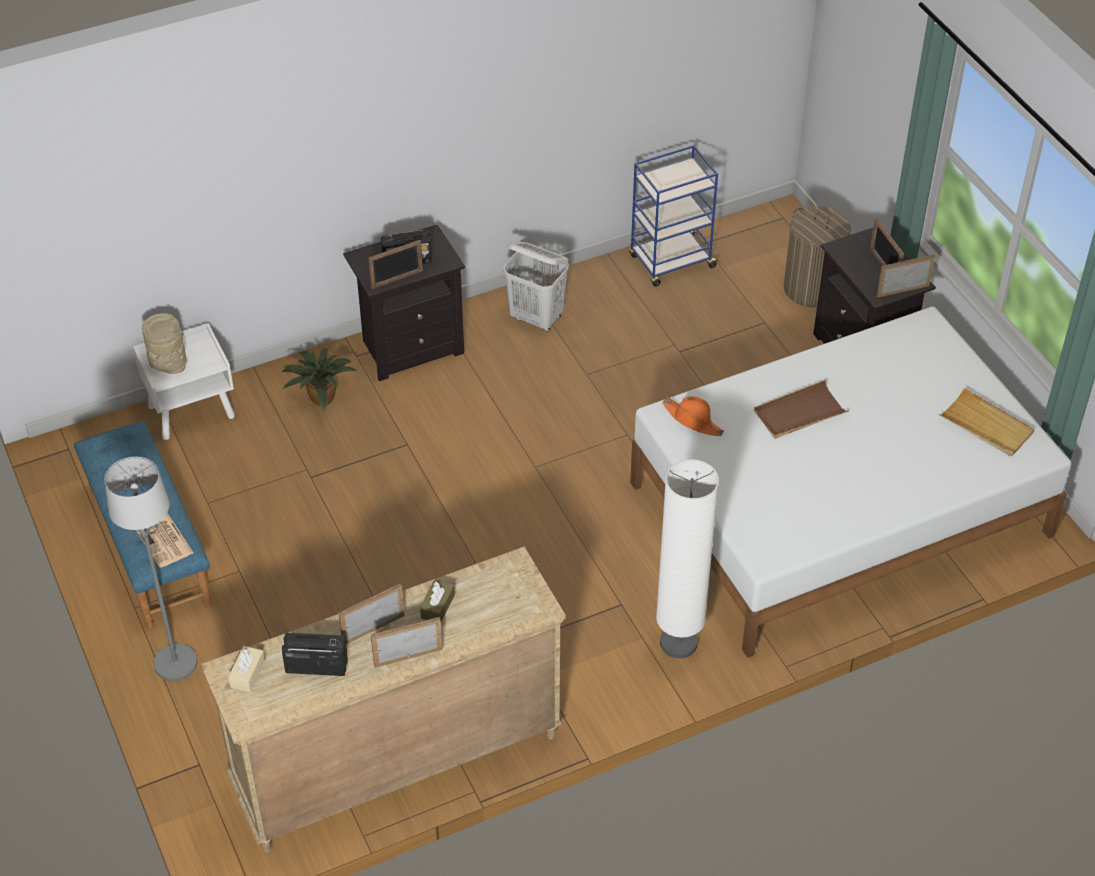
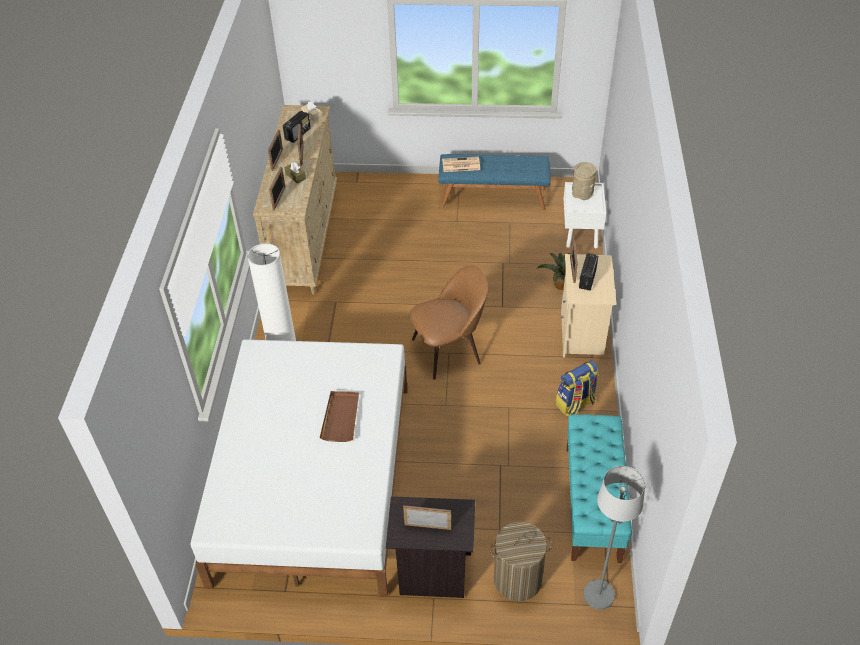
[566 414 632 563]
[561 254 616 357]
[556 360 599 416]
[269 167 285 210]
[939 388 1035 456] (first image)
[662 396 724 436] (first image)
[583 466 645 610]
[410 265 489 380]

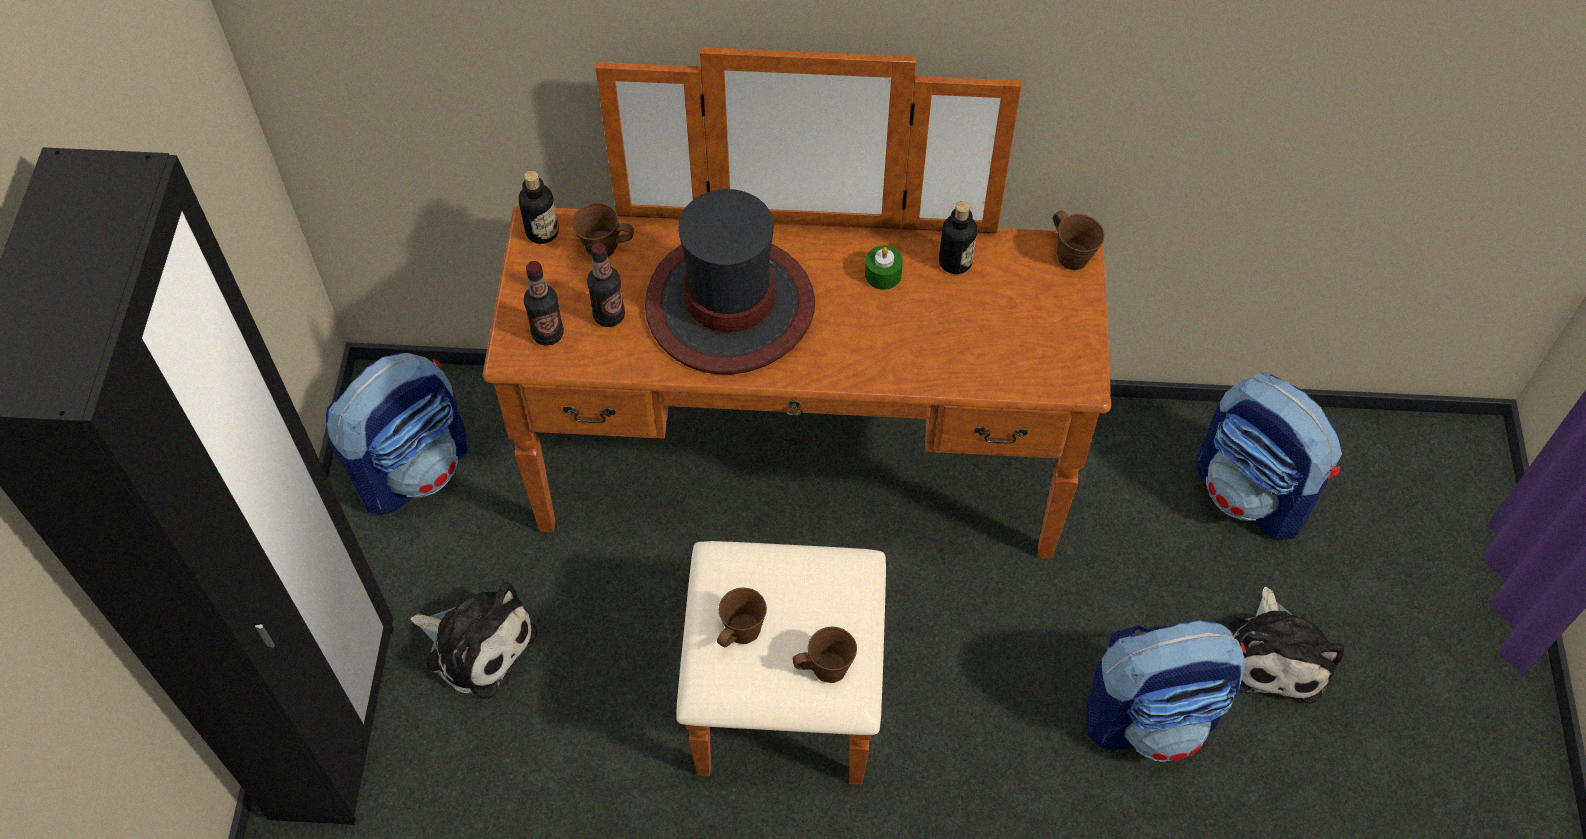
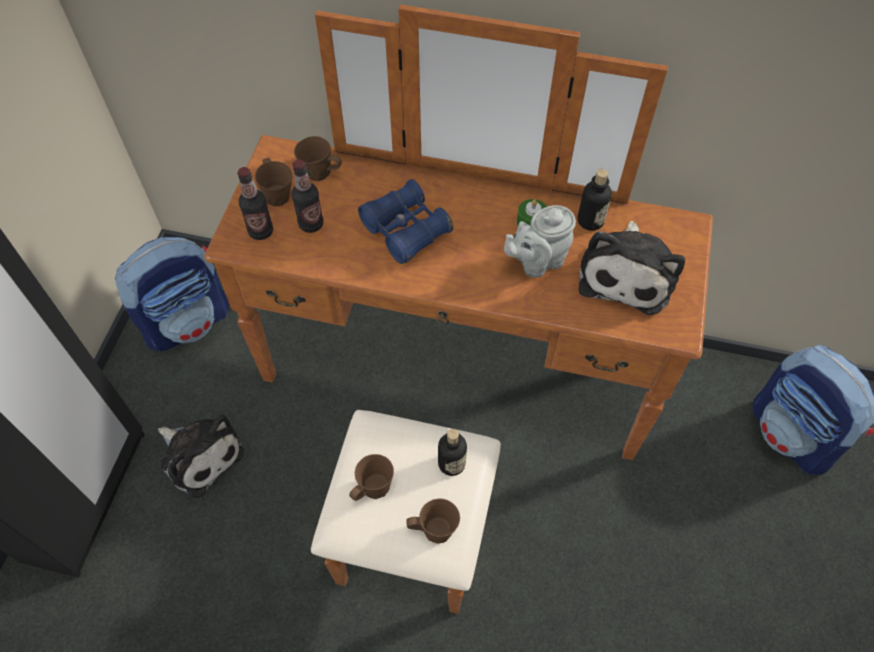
[438 429 467 476]
[358 179 453 264]
[255 158 292 206]
[579 221 685 315]
[1087 620 1246 762] (first image)
[504 205 576 277]

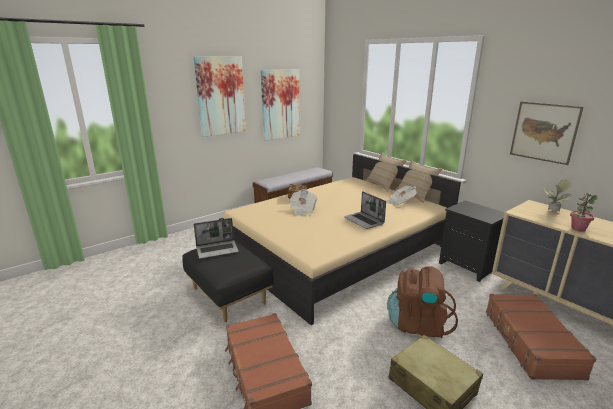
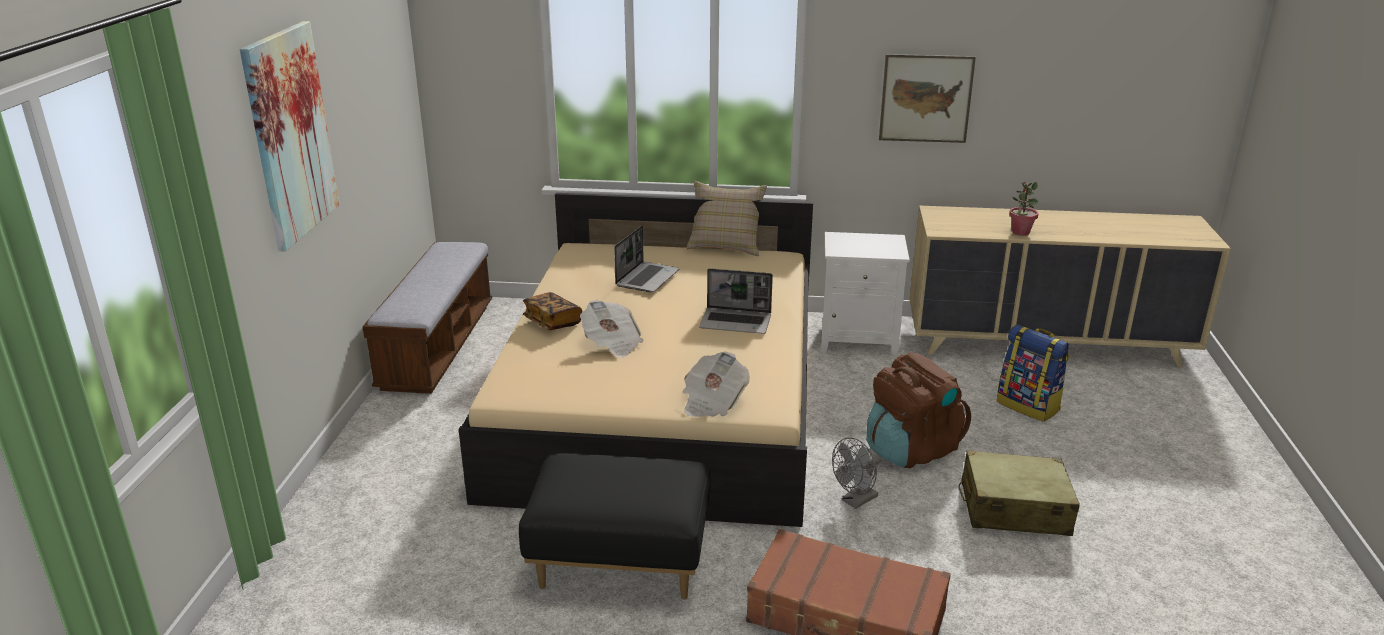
[261 69 300 141] (first image)
[366 153 406 191] (first image)
[544 179 572 212] (first image)
[683 352 750 417]
[821 232 910 356]
[614 225 680 292]
[997 325 1069 422]
[832 437 881 509]

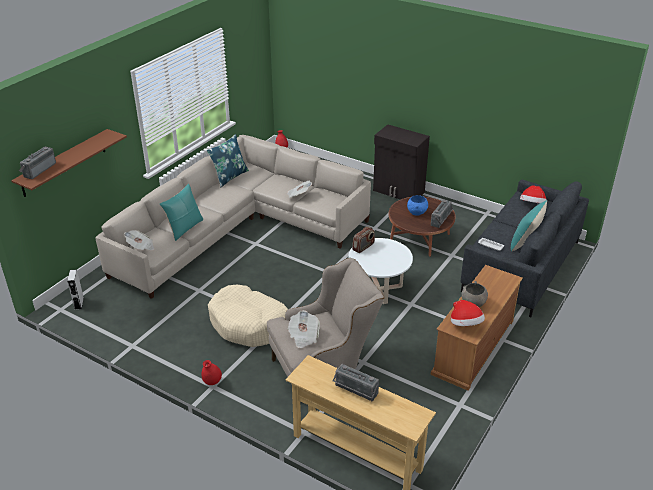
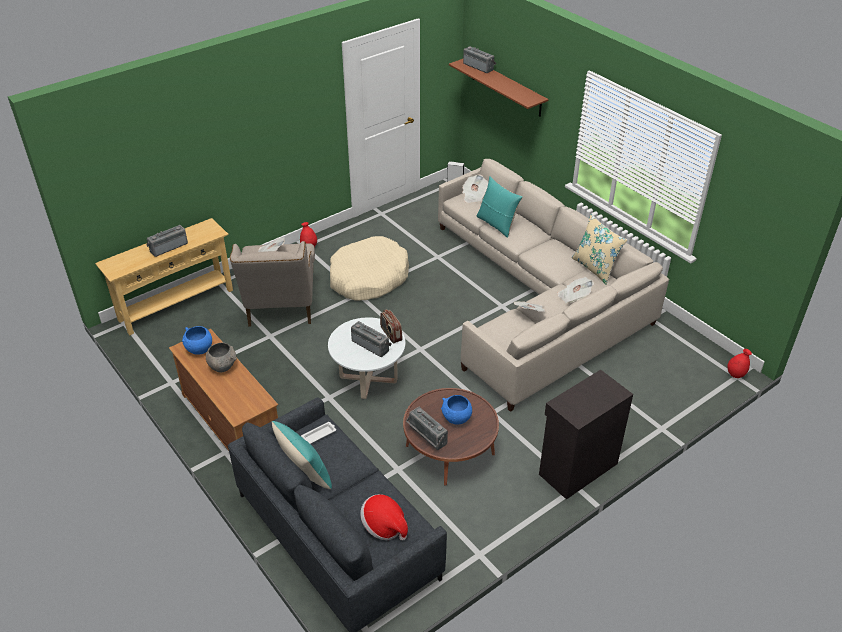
[571 214 627 285]
[182 326 212 355]
[557 277 594 304]
[351 321 392 357]

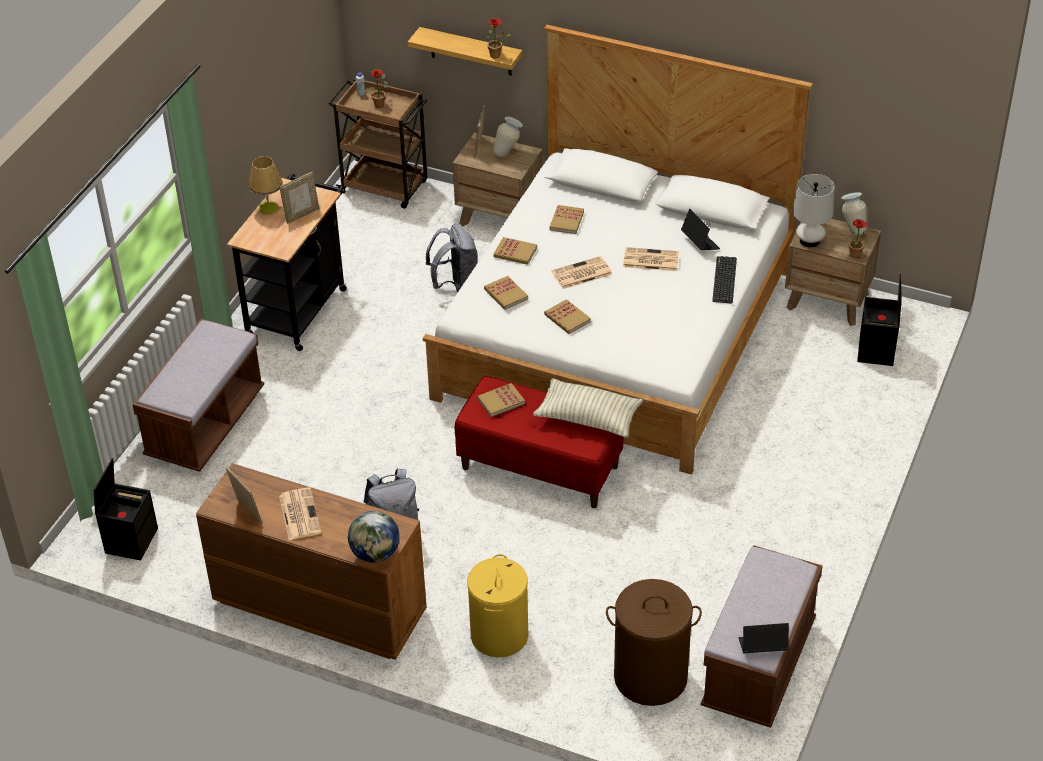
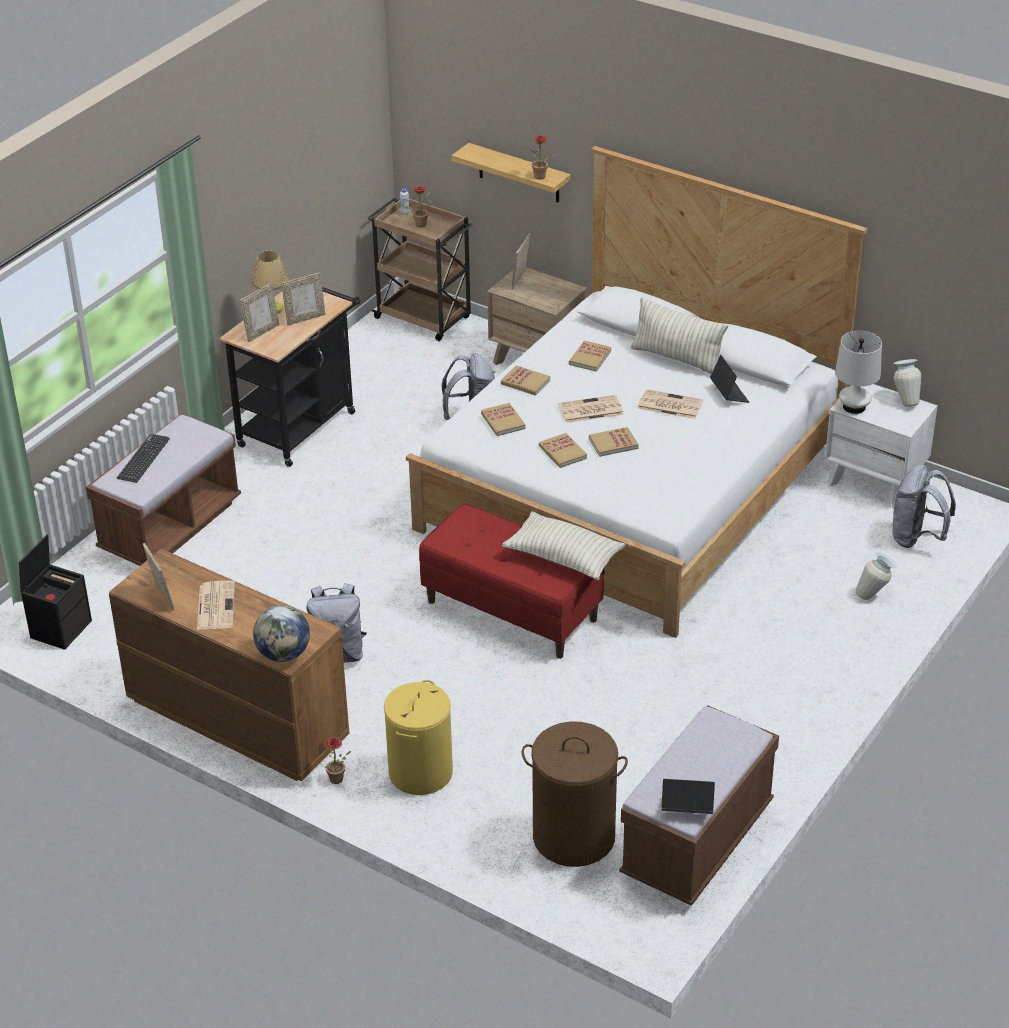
[856 552 897 600]
[825 384 938 509]
[324 737 351 784]
[117 434 170 483]
[892 464 956 548]
[589 427 639 457]
[240 283 279 342]
[630 297 728 375]

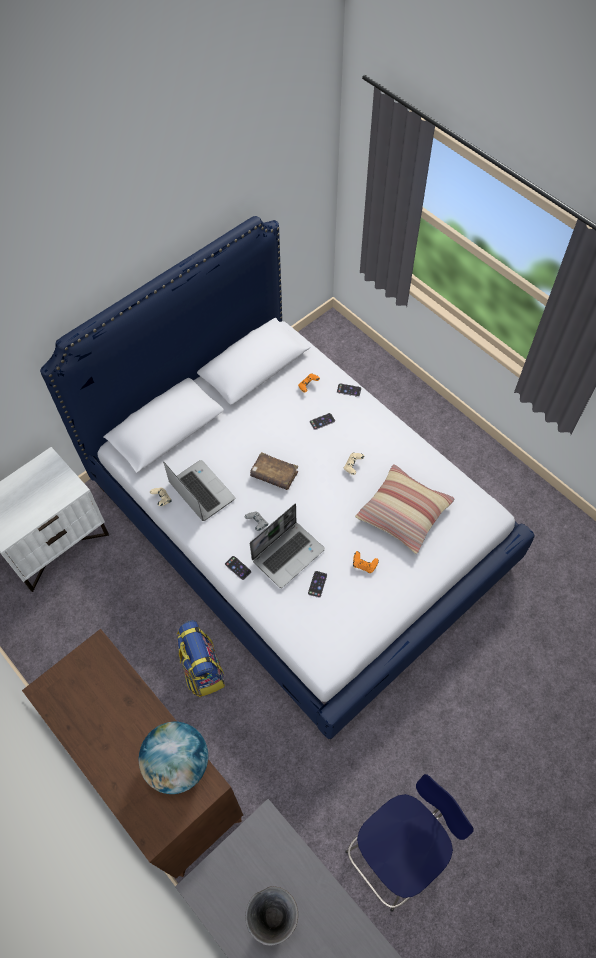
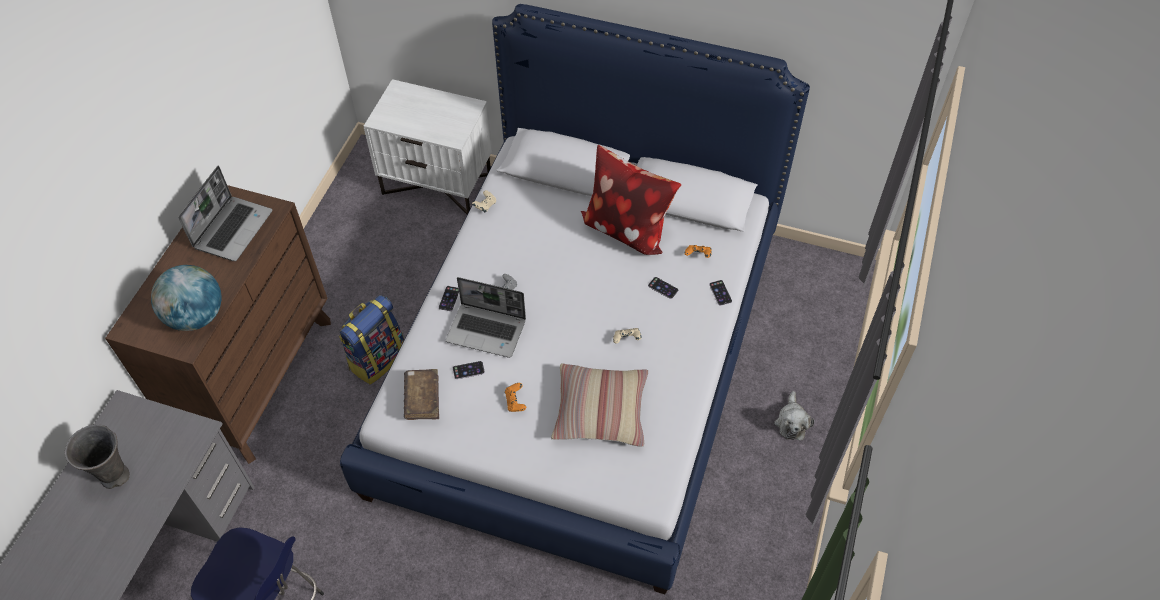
[404 369 439 420]
[178 166 272 261]
[581 145 681 255]
[774 391 814 440]

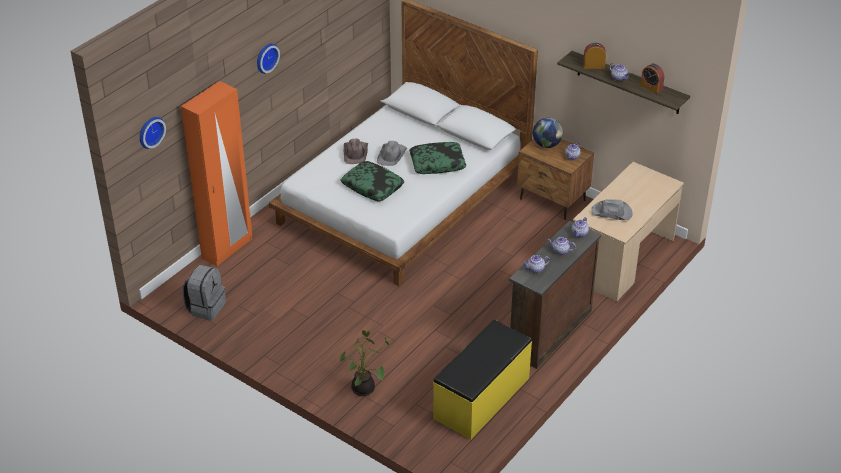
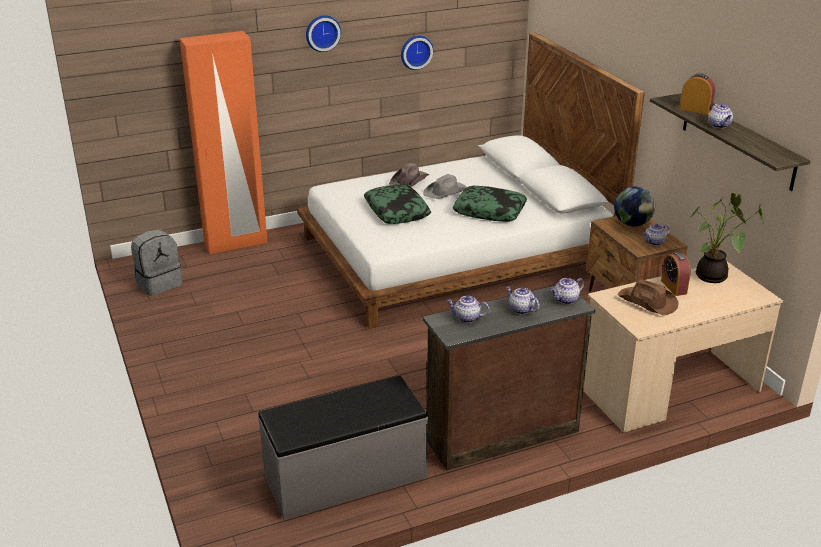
[661 252 691 296]
[401 36 433 70]
[618 280 678 316]
[258 376 428 520]
[689 193 764 283]

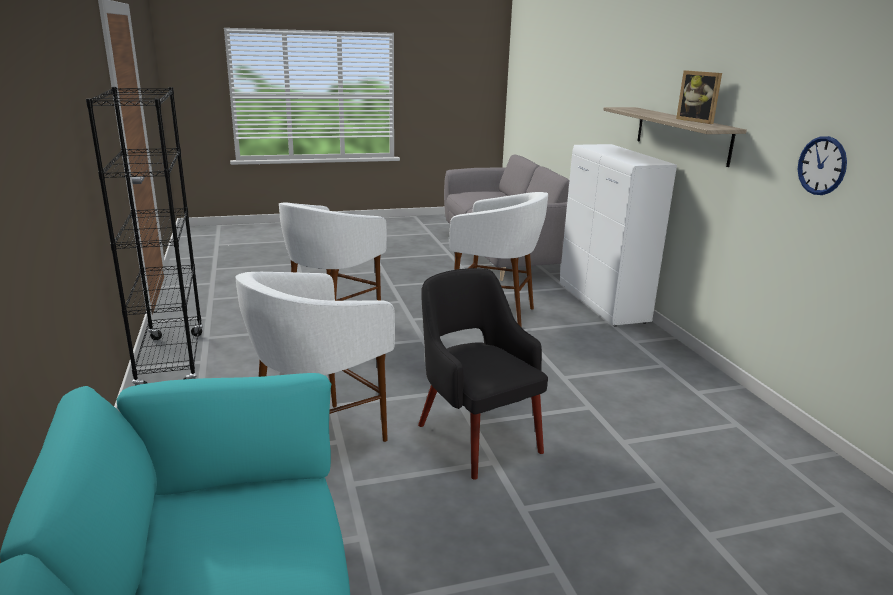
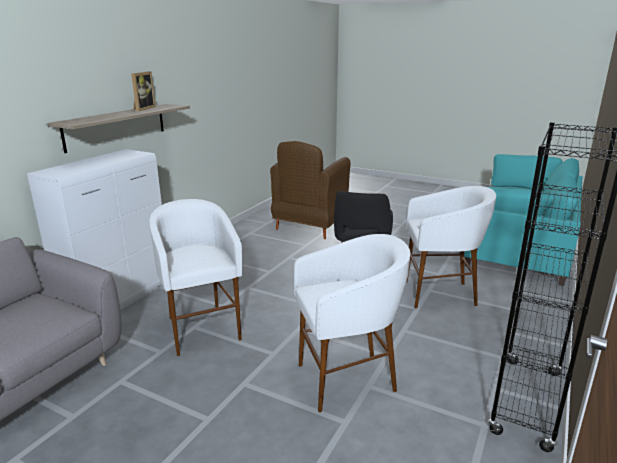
[798 136 847 195] (first image)
[270 141 351 239]

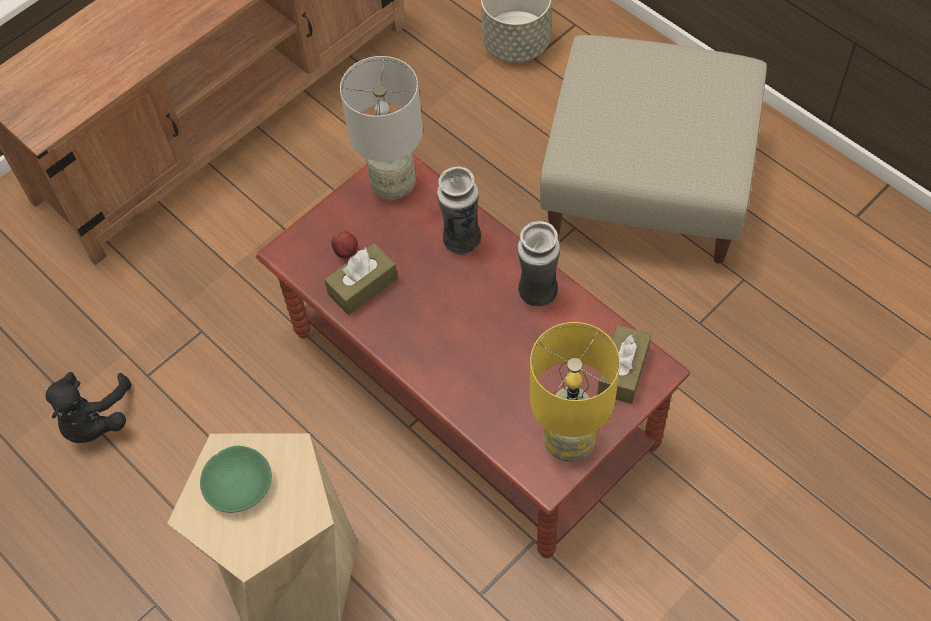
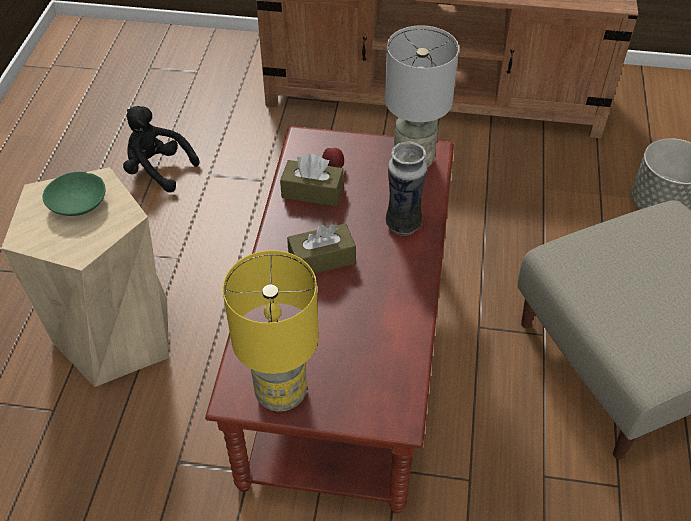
[517 221 560 307] (first image)
[287 223 356 273]
[123 106 199 192]

